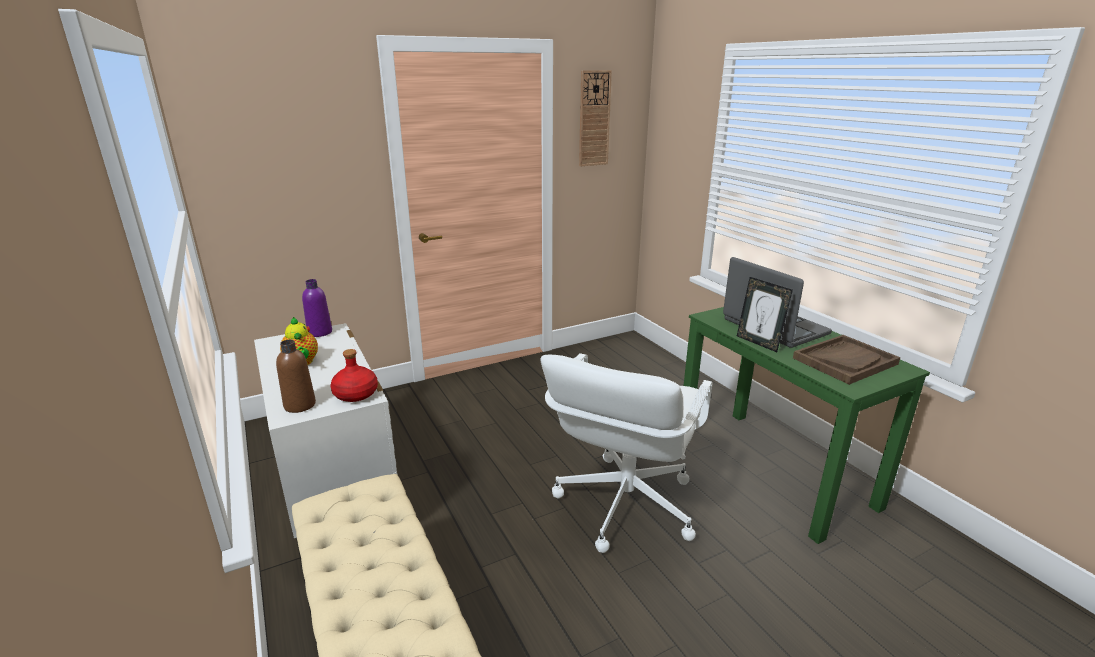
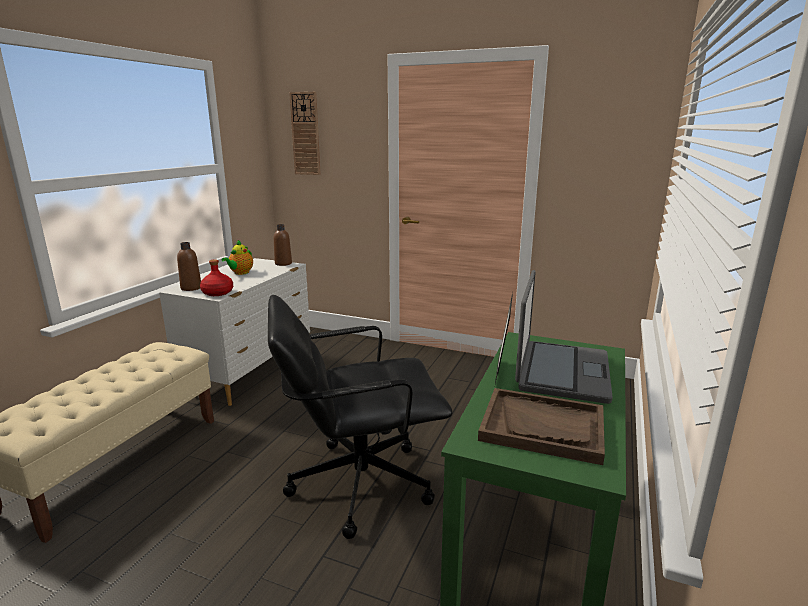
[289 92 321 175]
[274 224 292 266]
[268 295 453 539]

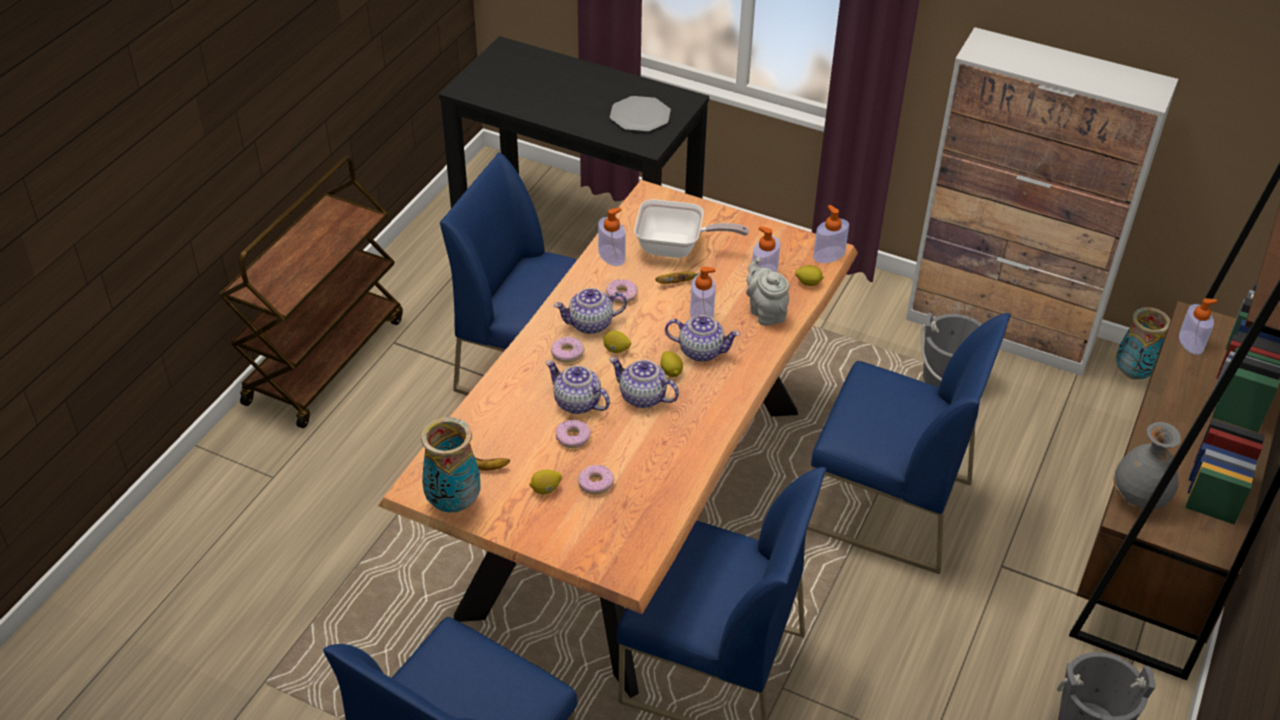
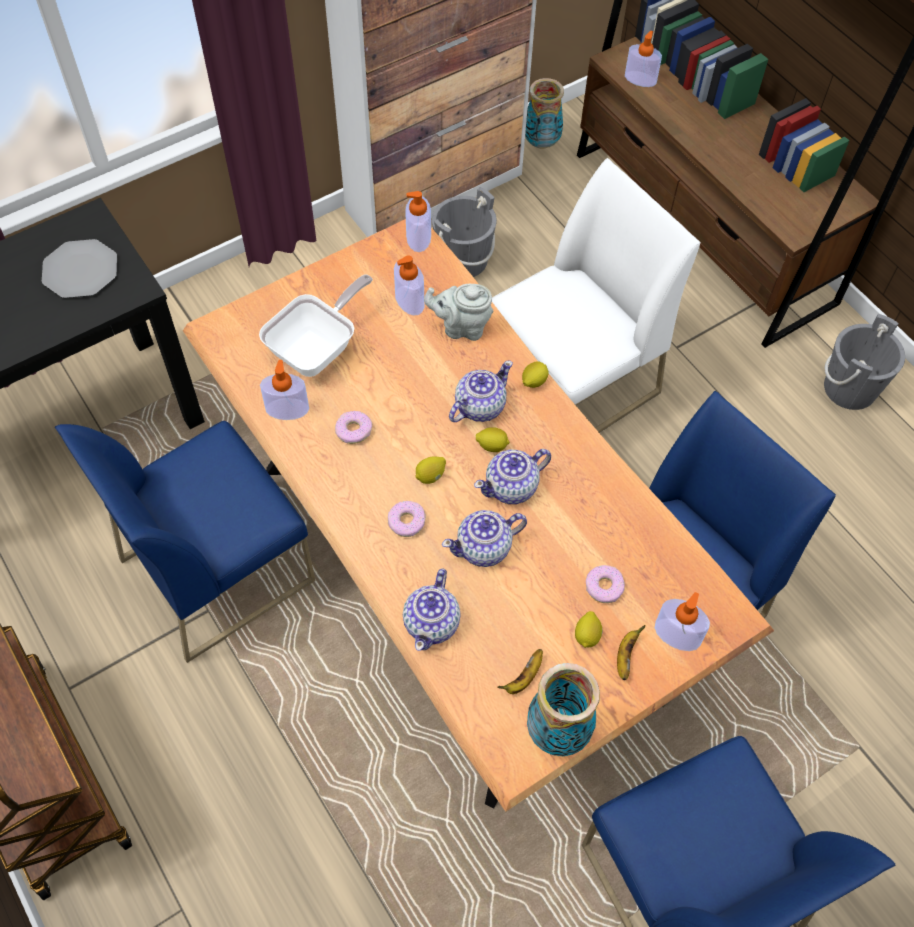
[522 361 549 388]
[655 592 710 651]
[617 625 645 680]
[403 569 461 651]
[492 158 700 433]
[556 419 591 448] (first image)
[1113 422 1181 509] (first image)

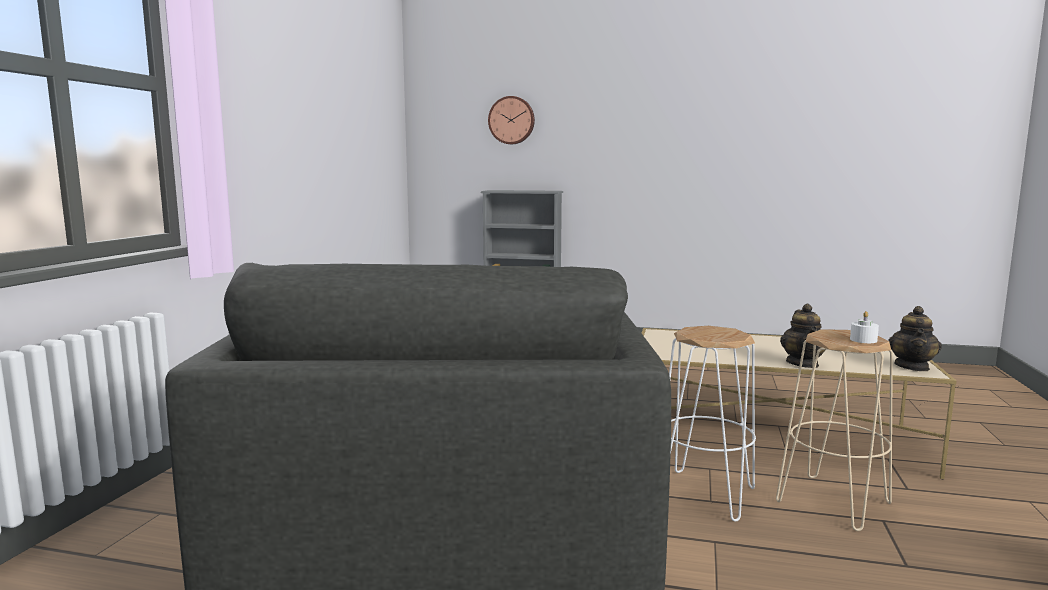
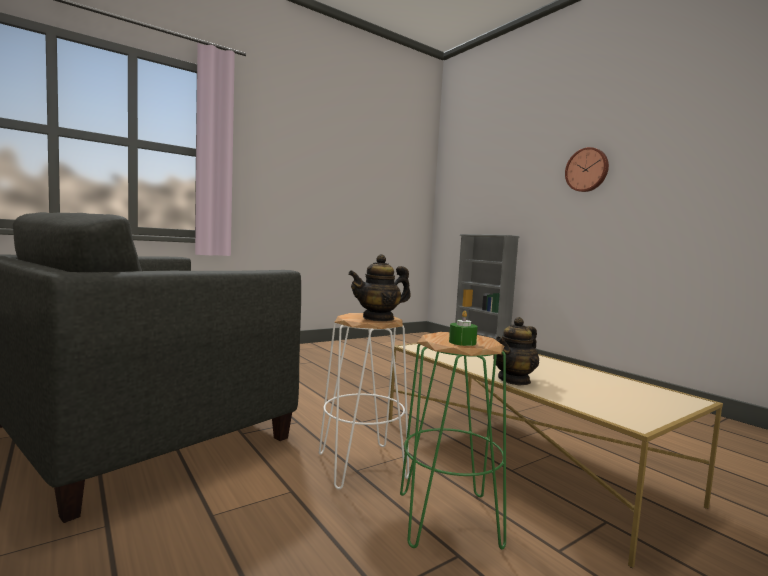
[565 147 609 192]
[348 254 411 321]
[449 311 478 346]
[400 332 506 549]

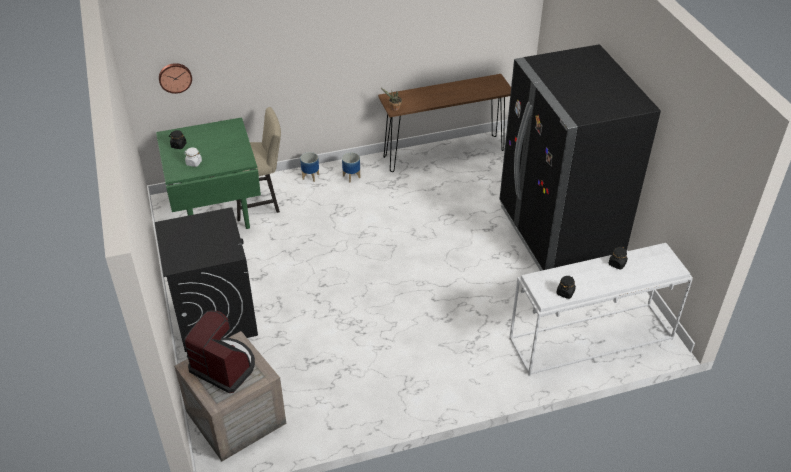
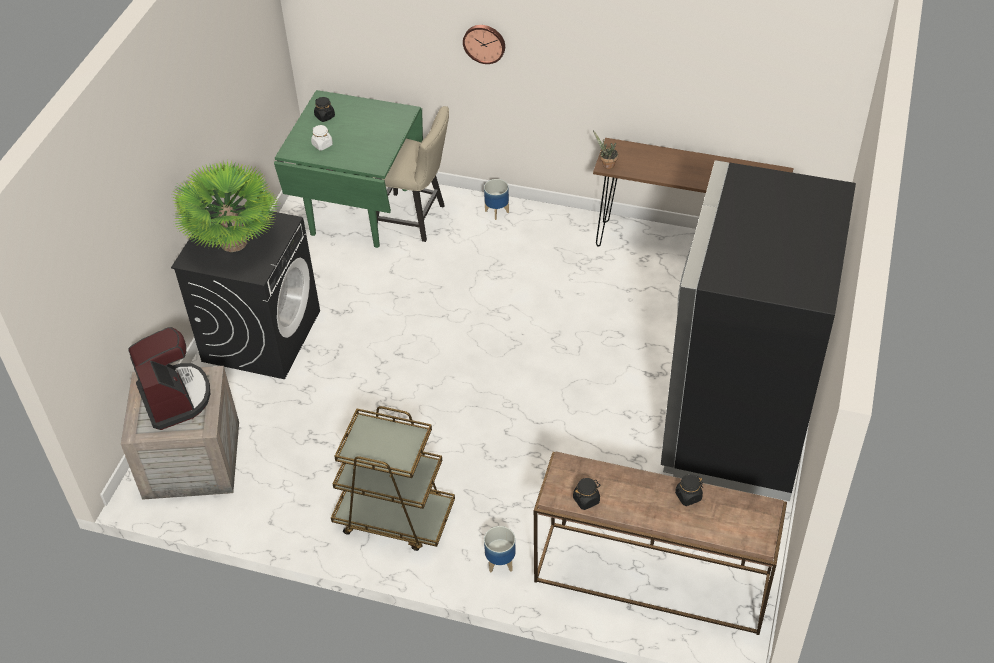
[463 25 505 64]
[484 526 516 572]
[534 451 787 635]
[171 160 280 252]
[331 406 455 551]

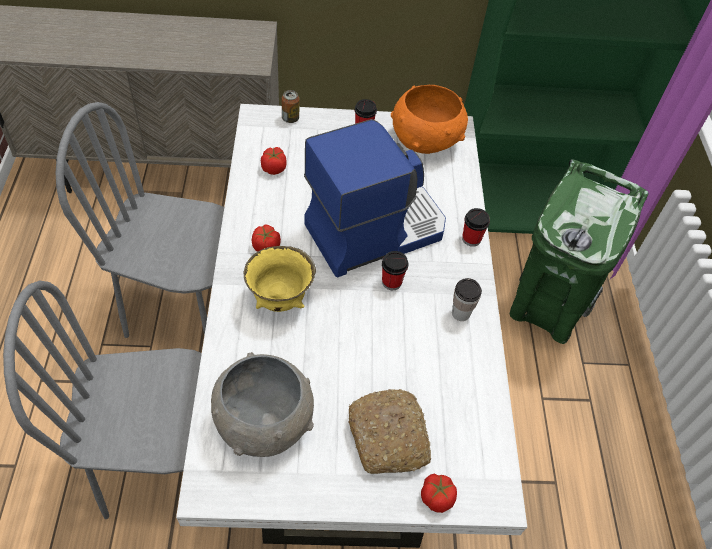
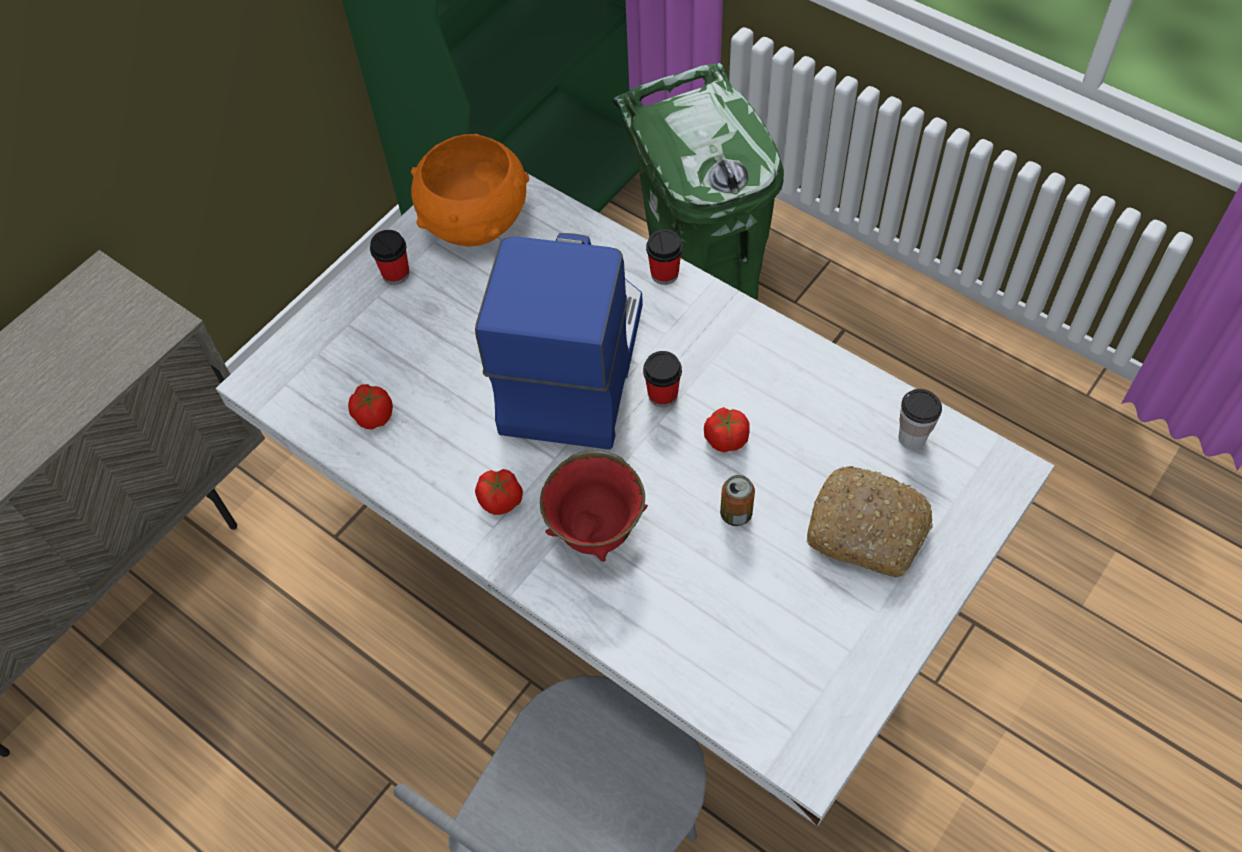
[720 475 755 526]
[55 102 224 338] (first image)
[540 451 648 562]
[899 389 942 450]
[211 352 314 457] (first image)
[704 407 750 452]

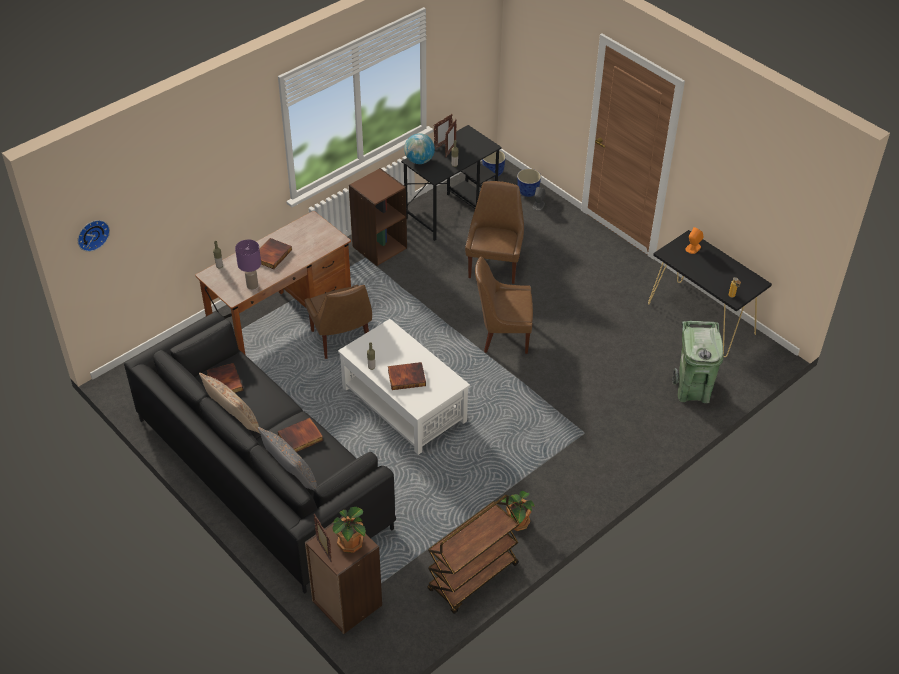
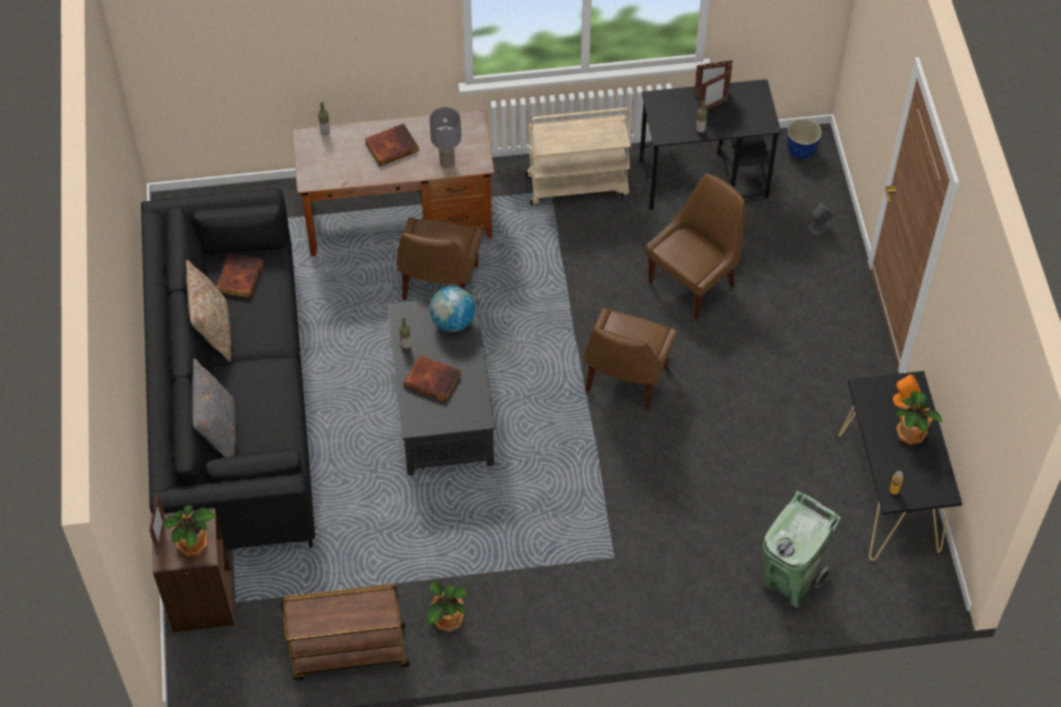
[430 286 475 332]
[525 108 631 206]
[517 169 541 197] (first image)
[78 220 110 252] (first image)
[235 240 261 290] (first image)
[584 308 677 410]
[387 294 495 475]
[278 418 323 452] (first image)
[430 107 461 168]
[896 391 942 445]

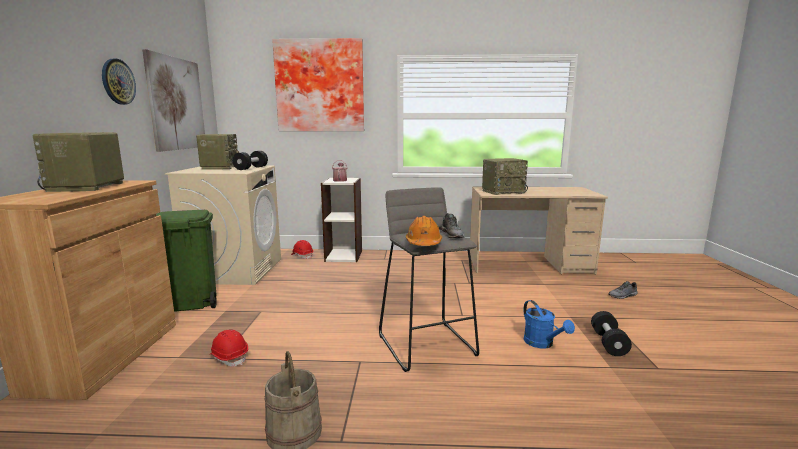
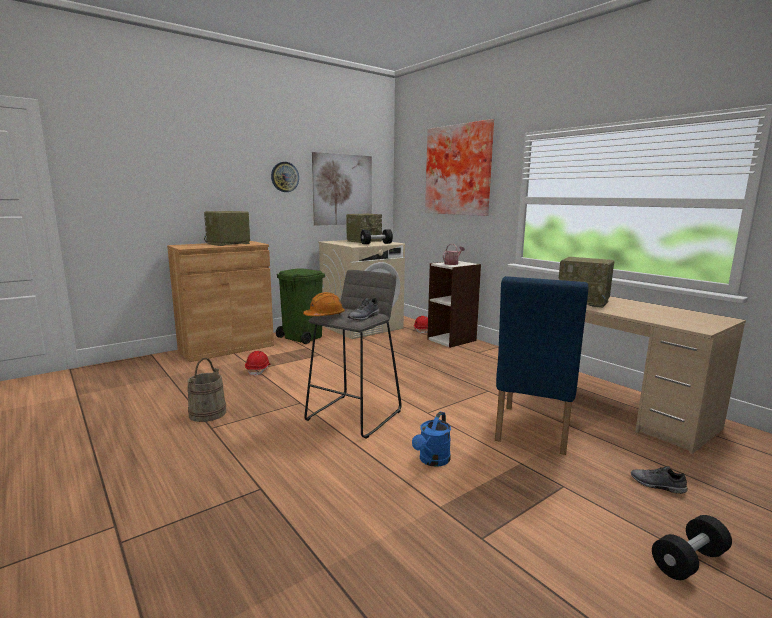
[652 515 732 580]
[495 276 588 455]

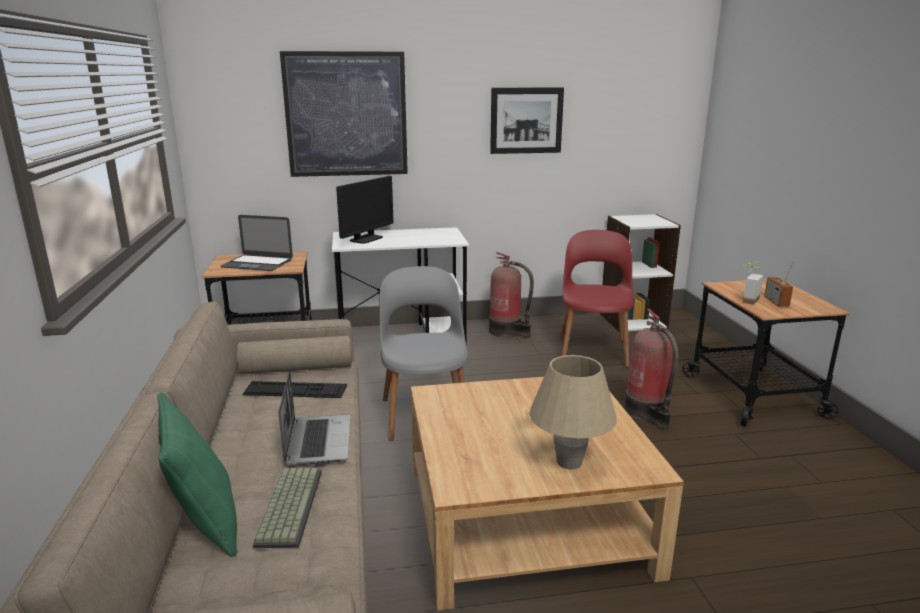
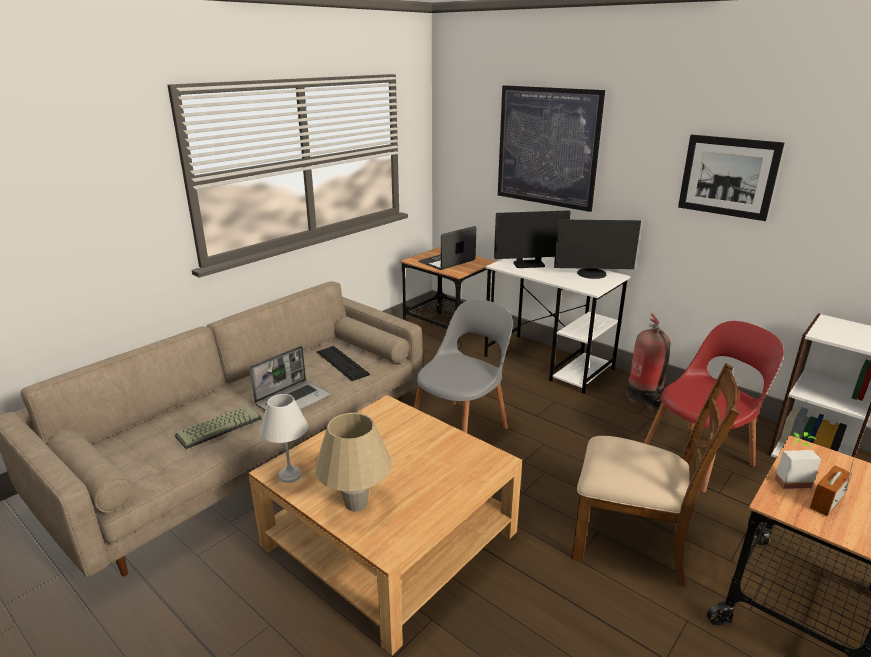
[419 226 476 270]
[572 363 739 587]
[157 392 237 557] (first image)
[554 219 641 279]
[260 394 308 483]

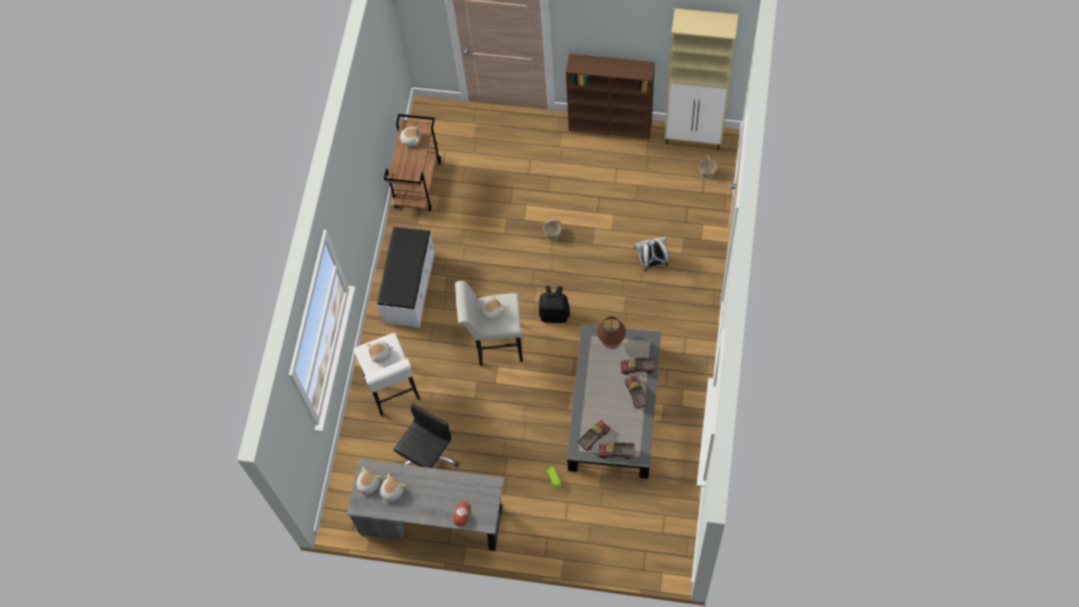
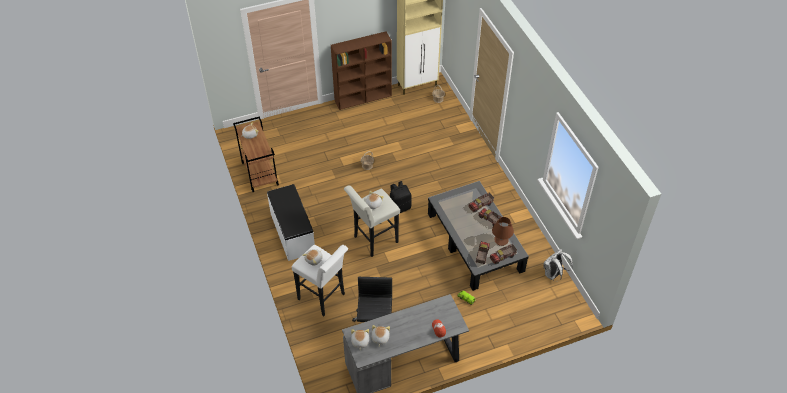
[543 249 573 280]
[492 217 514 246]

